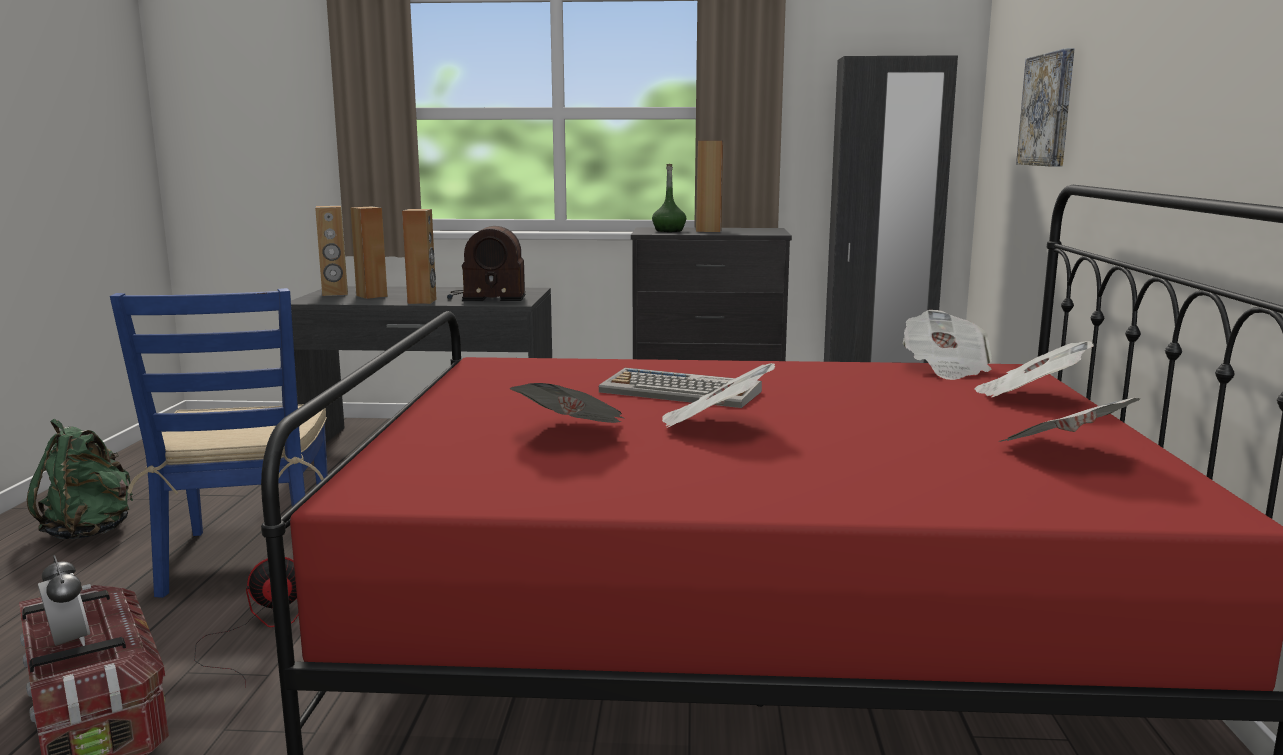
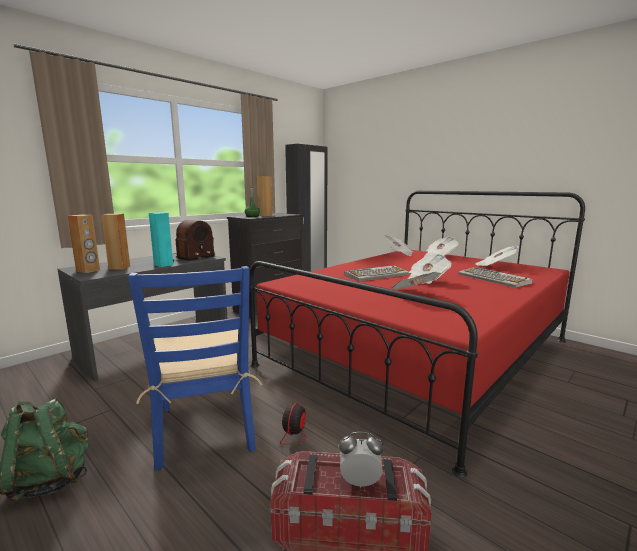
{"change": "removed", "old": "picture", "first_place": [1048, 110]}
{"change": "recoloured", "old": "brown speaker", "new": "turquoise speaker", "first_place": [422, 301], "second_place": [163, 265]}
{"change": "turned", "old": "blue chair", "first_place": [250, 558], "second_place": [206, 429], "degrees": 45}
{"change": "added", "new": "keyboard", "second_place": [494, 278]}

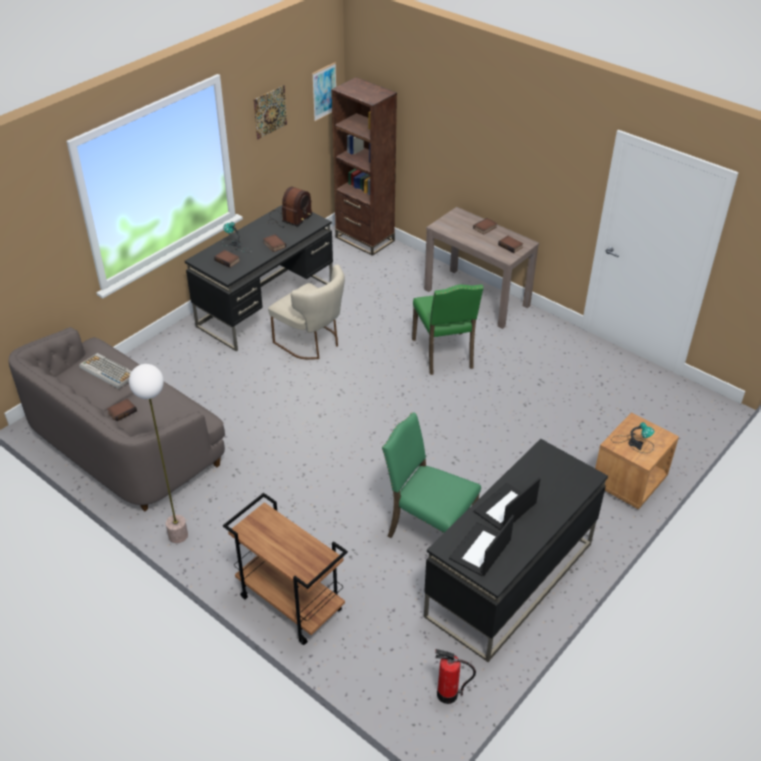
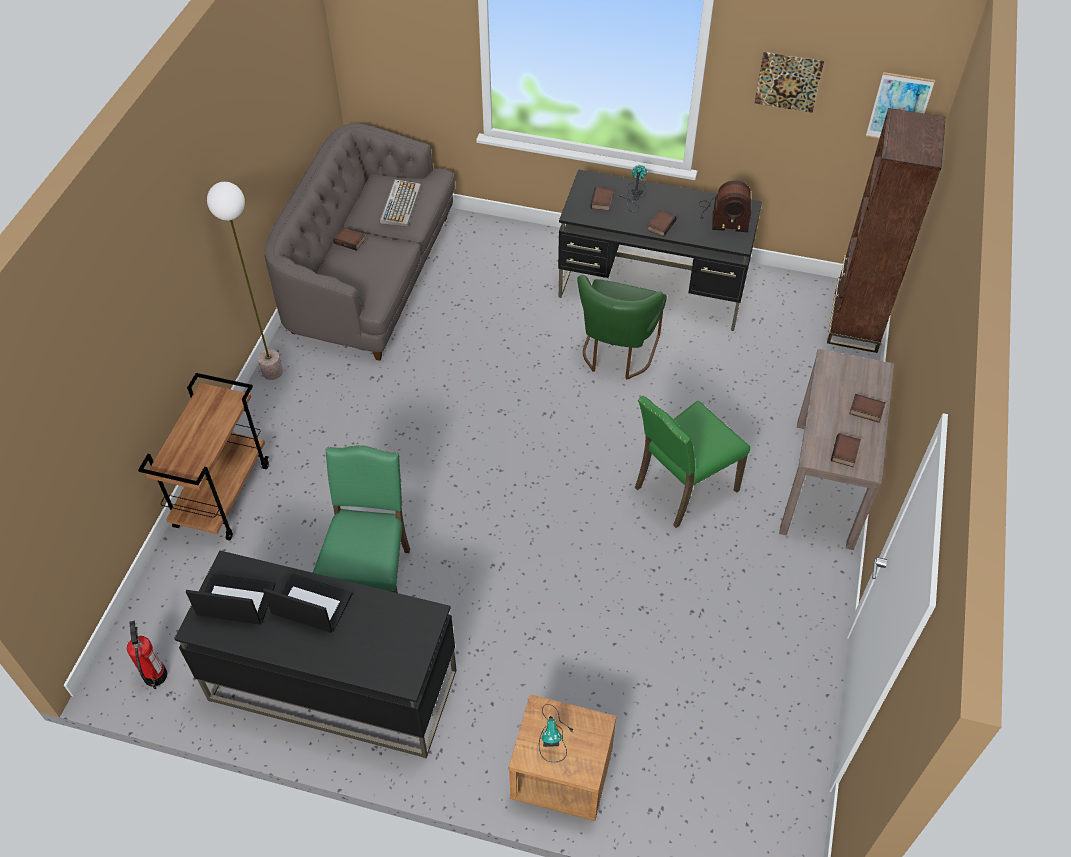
{"change": "recoloured", "old": "beige chair", "new": "green chair", "first_place": [312, 342], "second_place": [617, 354]}

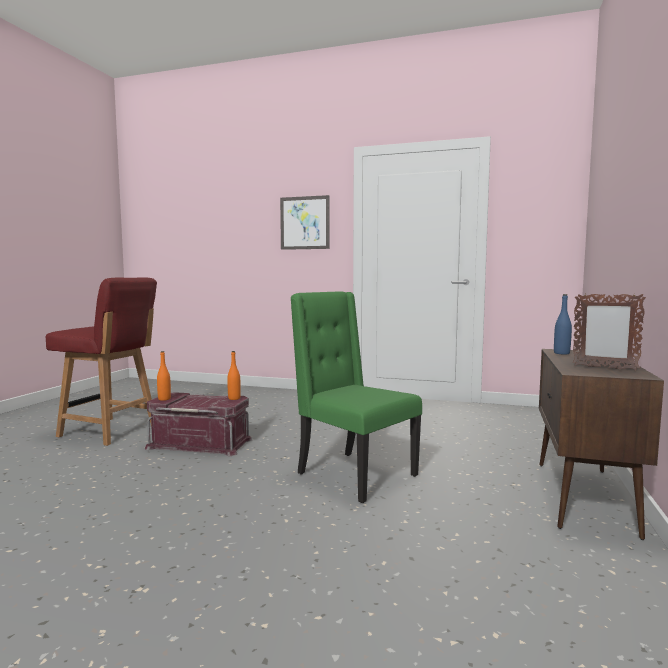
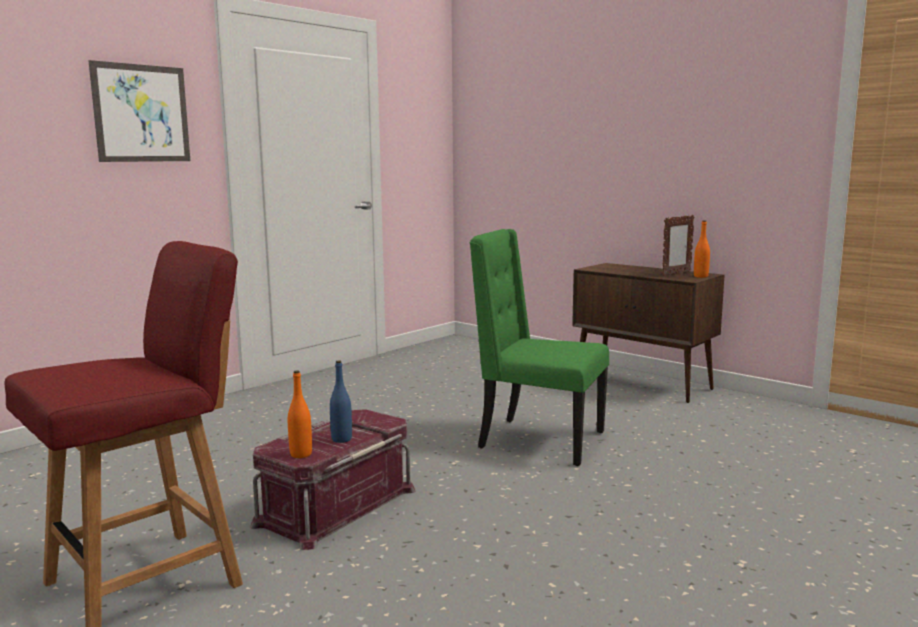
{"change": "turned", "old": "green chair", "first_place": [353, 474], "second_place": [538, 440], "degrees": 45}
{"change": "moved", "old": "blue bottle", "first_place": [561, 353], "second_place": [341, 439]}
{"change": "moved", "old": "orange bottle", "first_place": [234, 398], "second_place": [700, 276]}

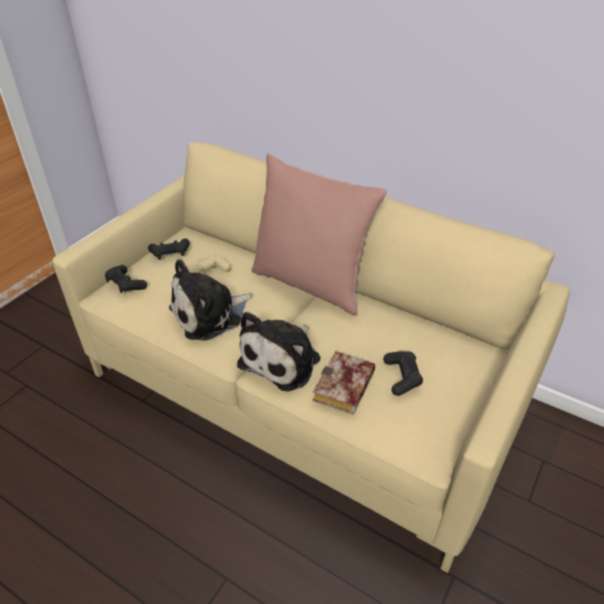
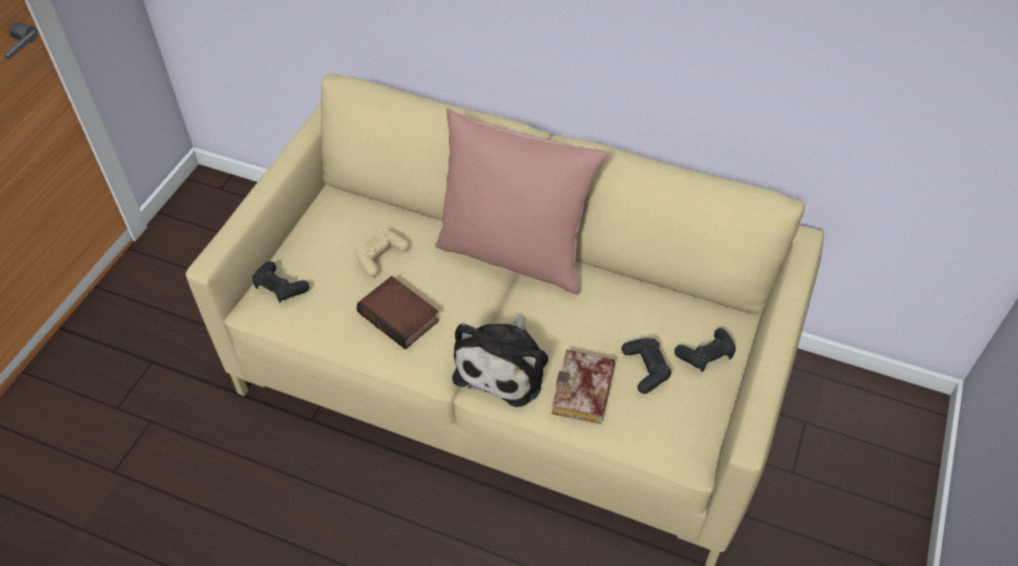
{"change": "moved", "old": "black game controller", "first_place": [170, 253], "second_place": [706, 355]}
{"change": "replaced", "old": "plush toy", "new": "book", "first_place": [210, 314], "second_place": [401, 316]}

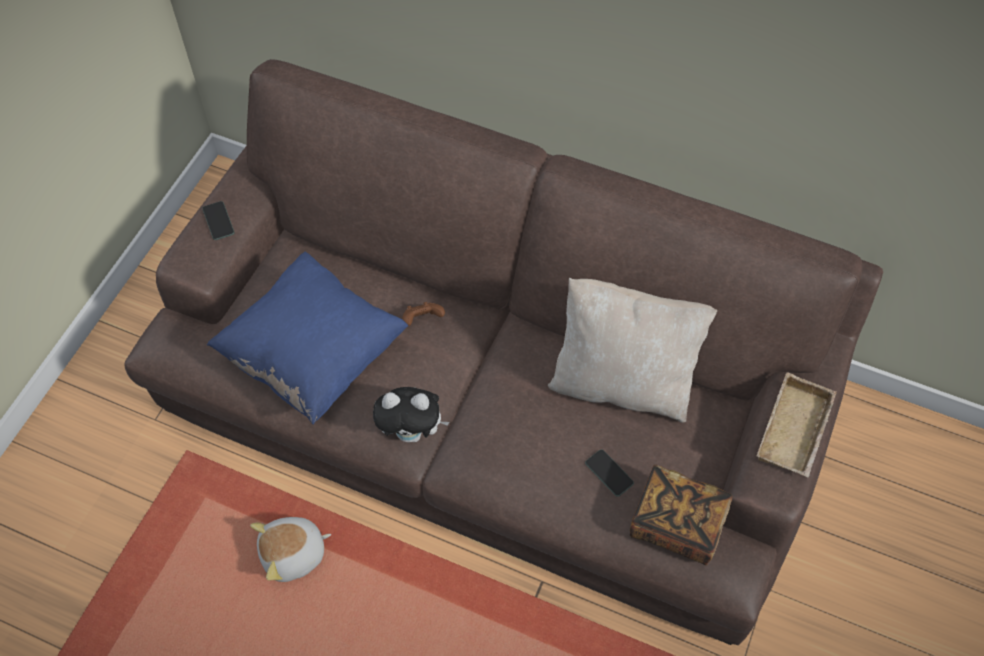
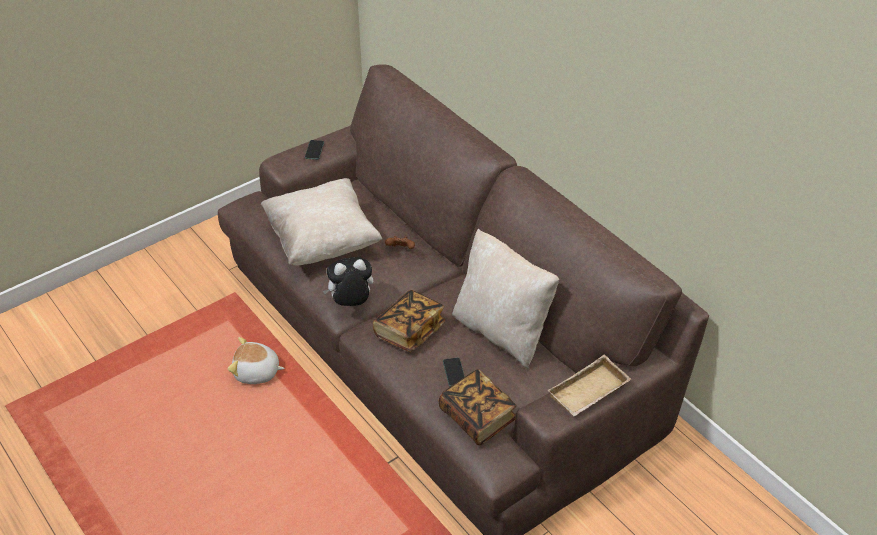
{"change": "recoloured", "old": "blue pillow", "new": "beige pillow", "first_place": [314, 355], "second_place": [322, 241]}
{"change": "turned", "old": "plush toy", "first_place": [412, 432], "second_place": [351, 303], "degrees": 135}
{"change": "added", "new": "book", "second_place": [409, 331]}

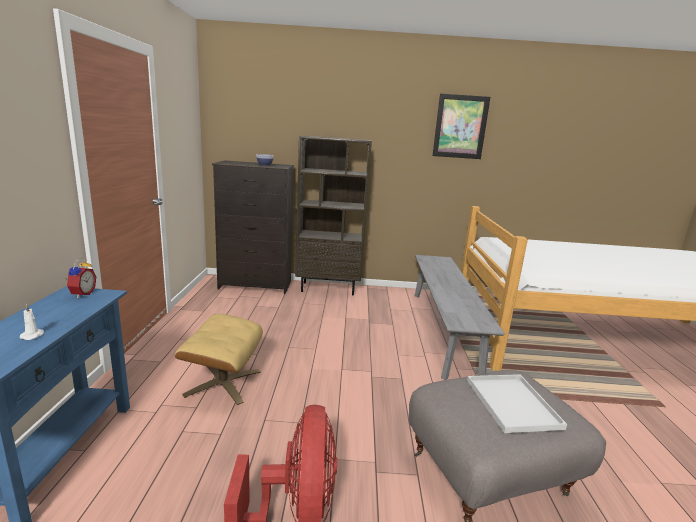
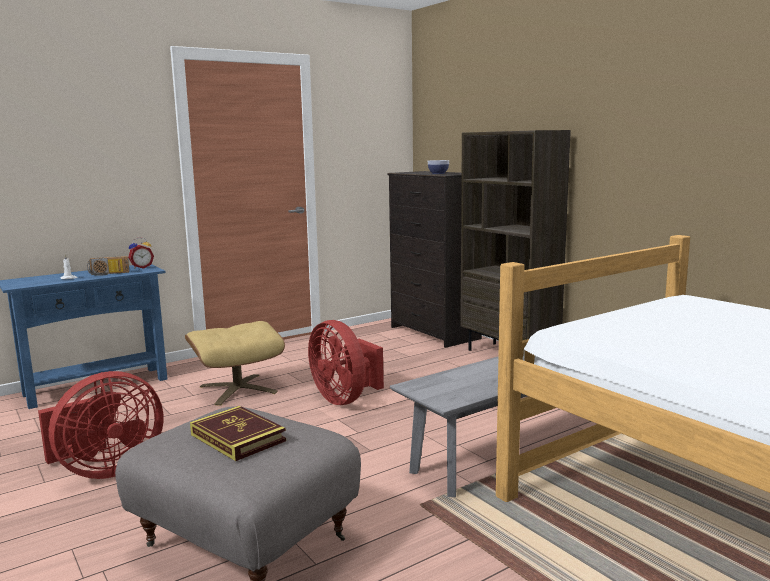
{"change": "removed", "old": "picture", "first_place": [460, 127]}
{"change": "replaced", "old": "white tray", "new": "book", "first_place": [510, 402], "second_place": [238, 438]}
{"change": "added", "new": "radio", "second_place": [108, 274]}
{"change": "added", "new": "red fan", "second_place": [344, 399]}

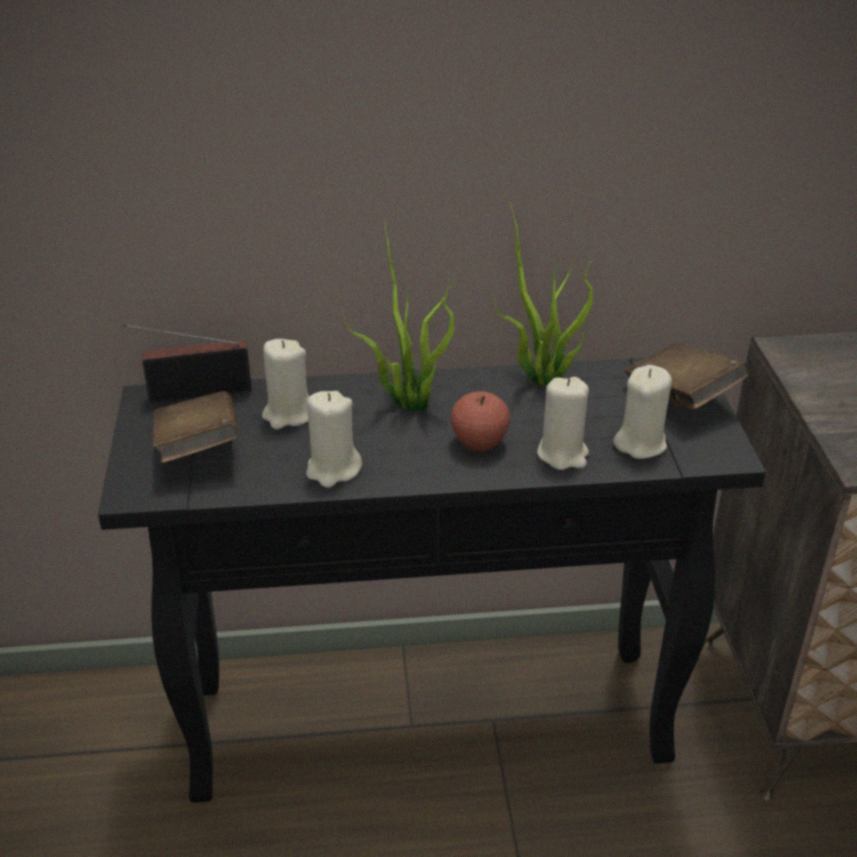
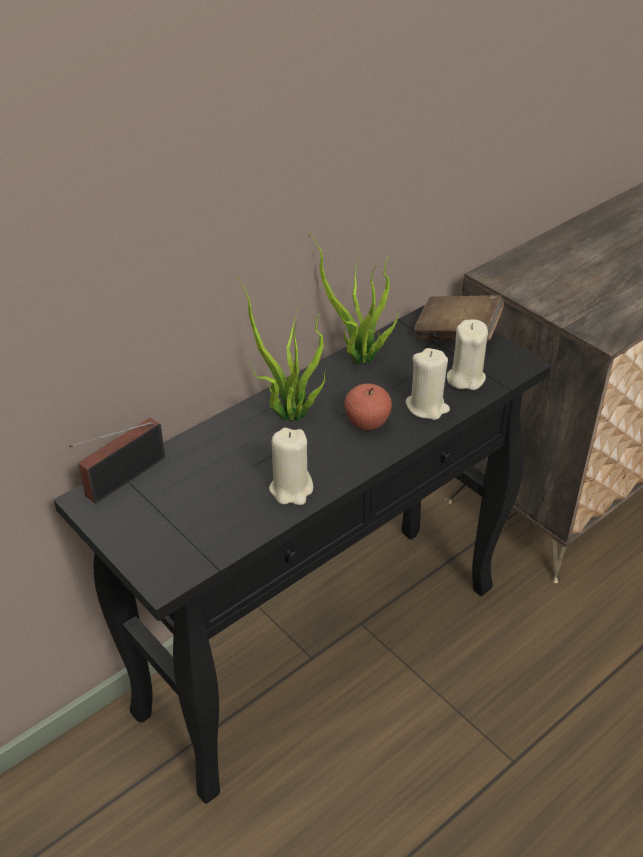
{"change": "removed", "old": "beige candle", "first_place": [288, 414]}
{"change": "removed", "old": "brown book", "first_place": [198, 449]}

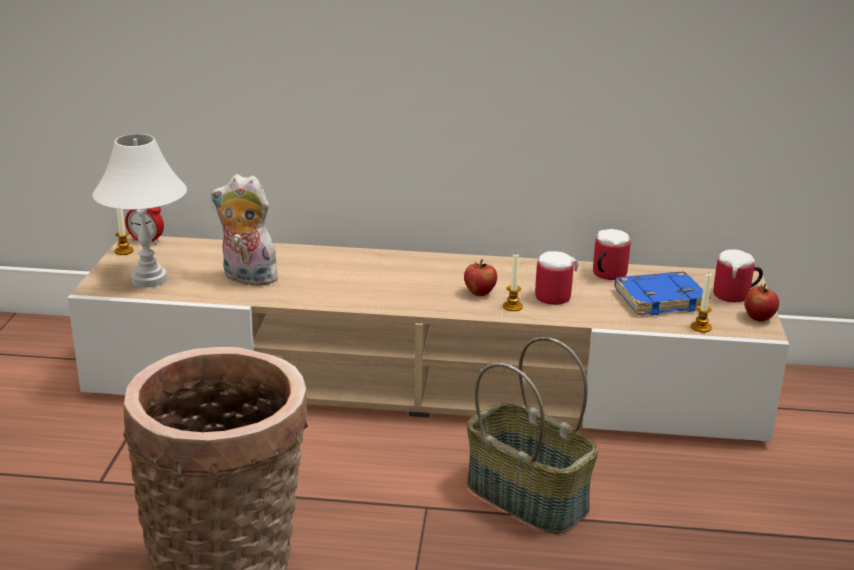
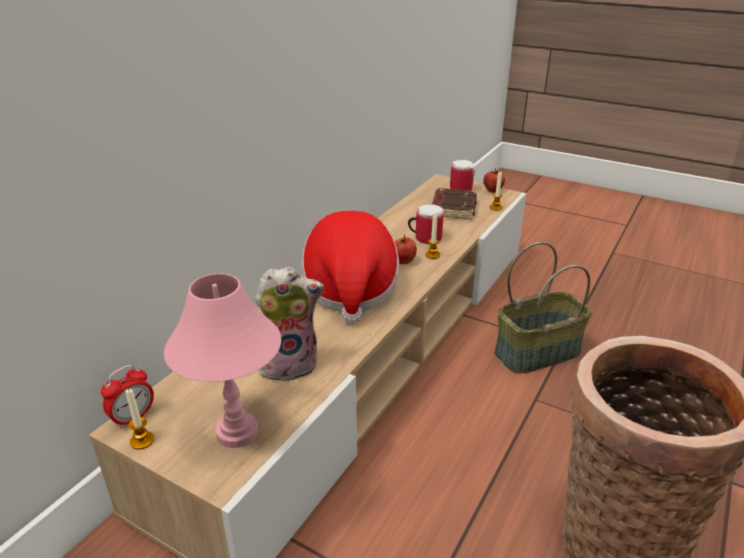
{"change": "recoloured", "old": "white table lamp", "new": "pink table lamp", "first_place": [149, 279], "second_place": [236, 432]}
{"change": "turned", "old": "plush toy", "first_place": [247, 278], "second_place": [290, 364], "degrees": -150}
{"change": "removed", "old": "mug", "first_place": [605, 275]}
{"change": "recoloured", "old": "blue book", "new": "brown book", "first_place": [660, 299], "second_place": [452, 208]}
{"change": "added", "new": "hat", "second_place": [350, 290]}

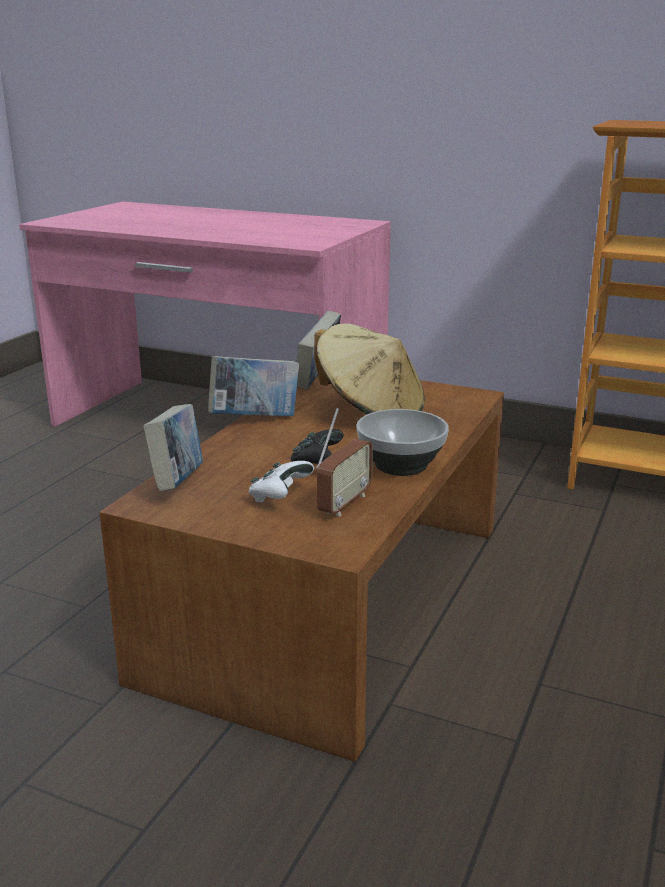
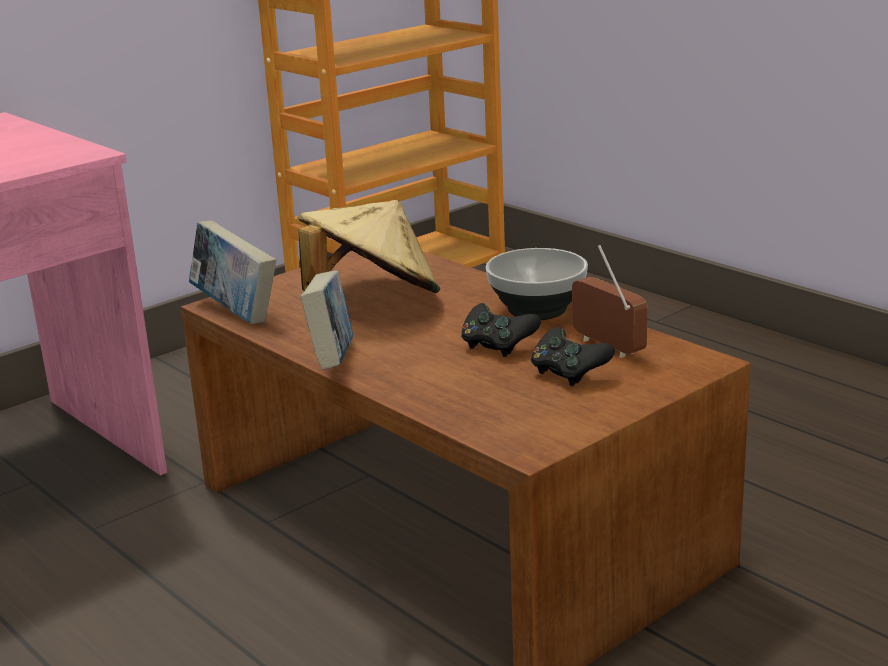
{"change": "removed", "old": "book", "first_place": [178, 482]}
{"change": "recoloured", "old": "white game controller", "new": "black game controller", "first_place": [280, 497], "second_place": [568, 373]}

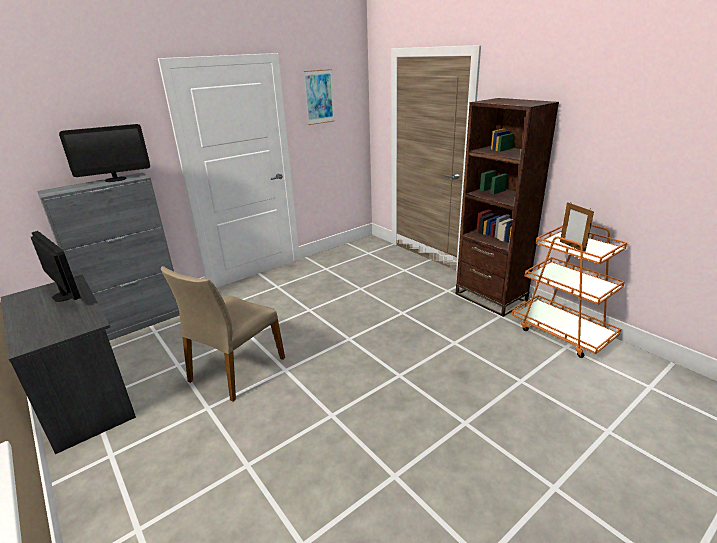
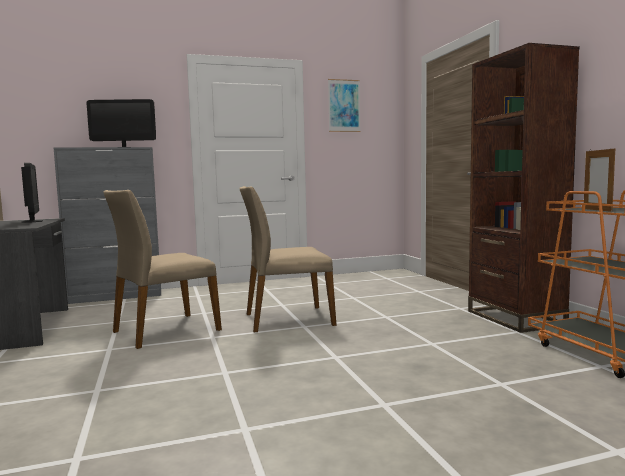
{"change": "added", "new": "beige chair", "second_place": [287, 319]}

